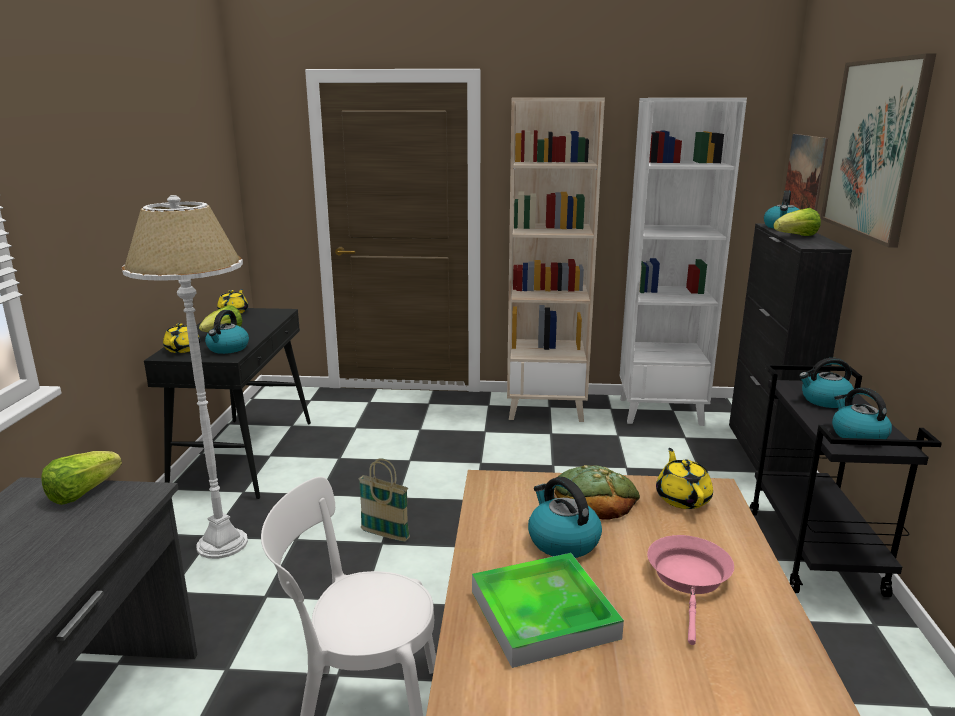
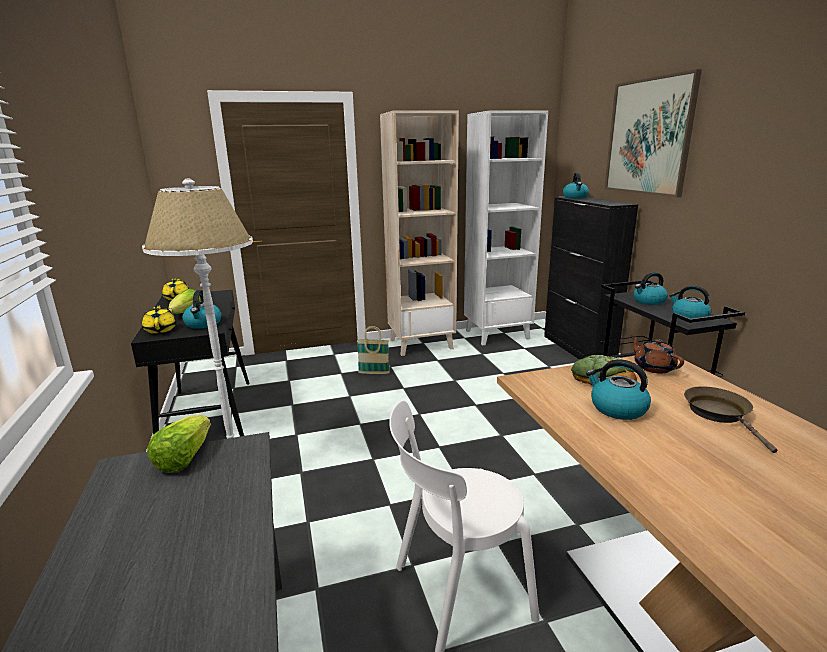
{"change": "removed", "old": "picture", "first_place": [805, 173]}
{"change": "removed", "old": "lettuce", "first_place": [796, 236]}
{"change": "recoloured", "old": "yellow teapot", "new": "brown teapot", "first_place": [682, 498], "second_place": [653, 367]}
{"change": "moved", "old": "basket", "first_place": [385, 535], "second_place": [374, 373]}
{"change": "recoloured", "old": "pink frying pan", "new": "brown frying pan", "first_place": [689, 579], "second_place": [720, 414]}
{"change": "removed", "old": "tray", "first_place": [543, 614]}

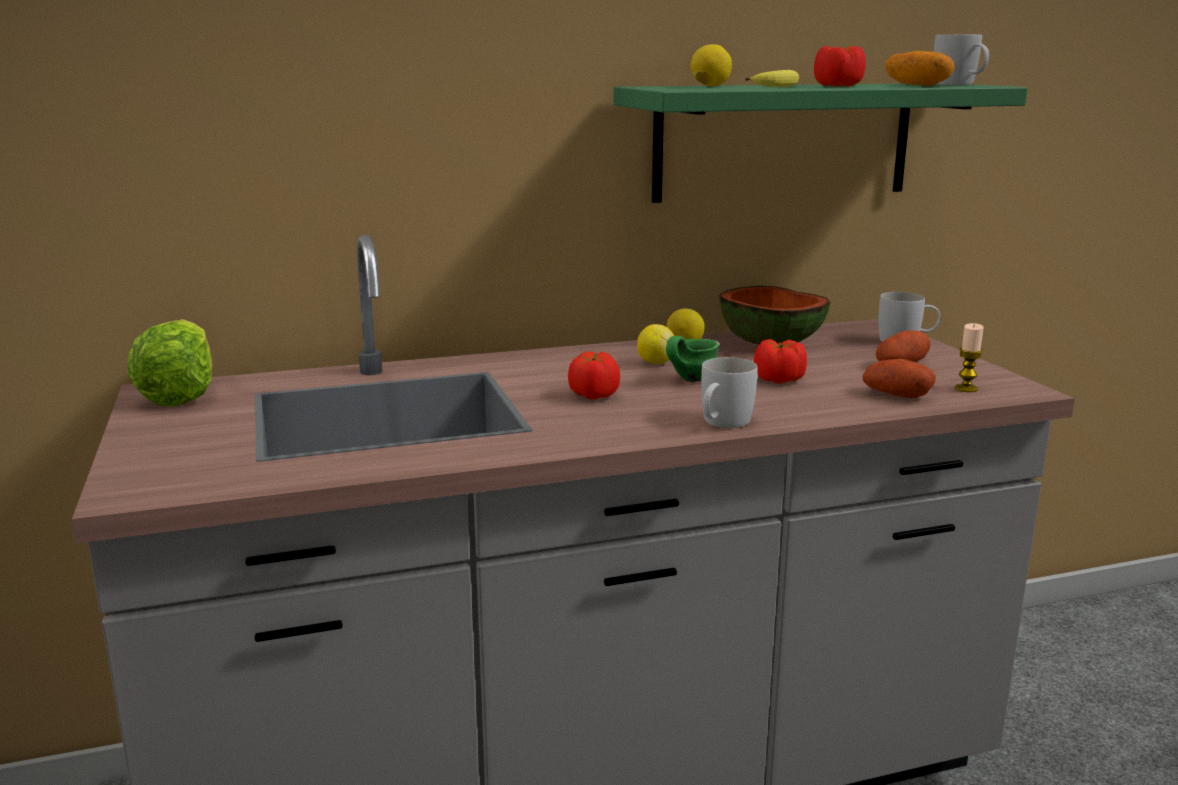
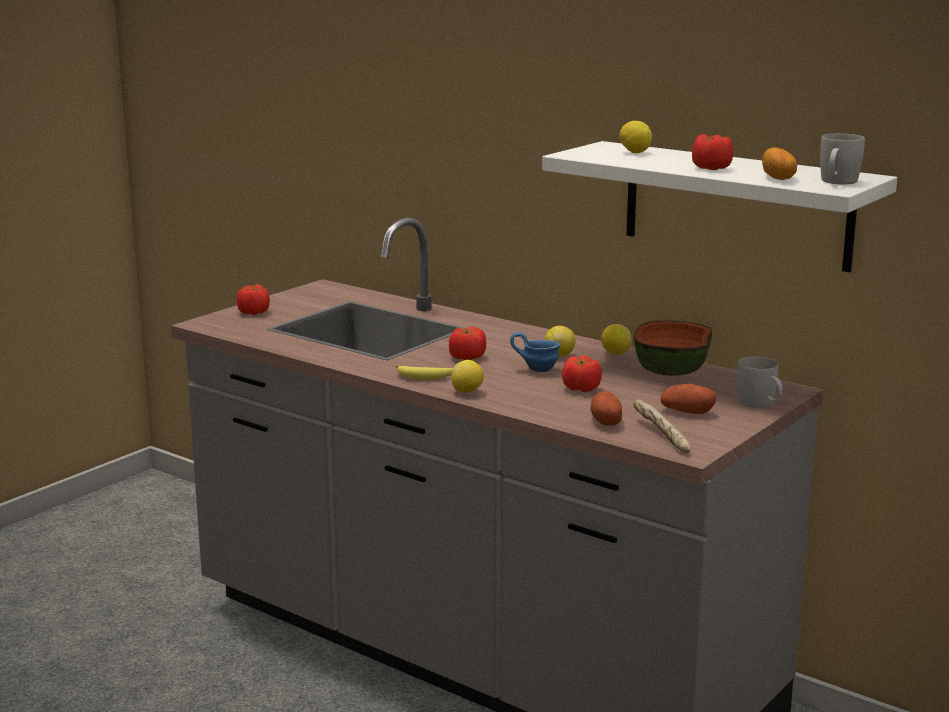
{"change": "moved", "old": "banana", "first_place": [778, 86], "second_place": [426, 377]}
{"change": "recoloured", "old": "green shelf", "new": "white shelf", "first_place": [783, 141], "second_place": [736, 205]}
{"change": "removed", "old": "lettuce", "first_place": [180, 393]}
{"change": "replaced", "old": "candle", "new": "bread", "first_place": [966, 388], "second_place": [660, 436]}
{"change": "recoloured", "old": "green mug", "new": "blue mug", "first_place": [687, 380], "second_place": [537, 369]}
{"change": "replaced", "old": "white mug", "new": "lemon", "first_place": [722, 423], "second_place": [467, 392]}
{"change": "added", "new": "tomato", "second_place": [254, 312]}

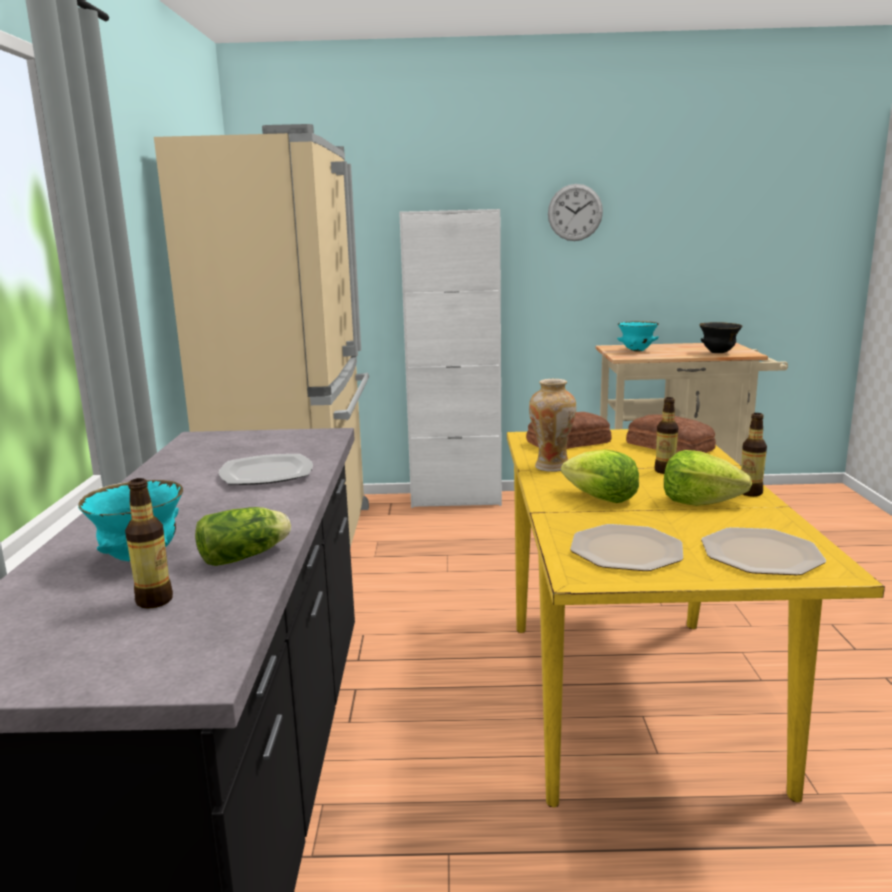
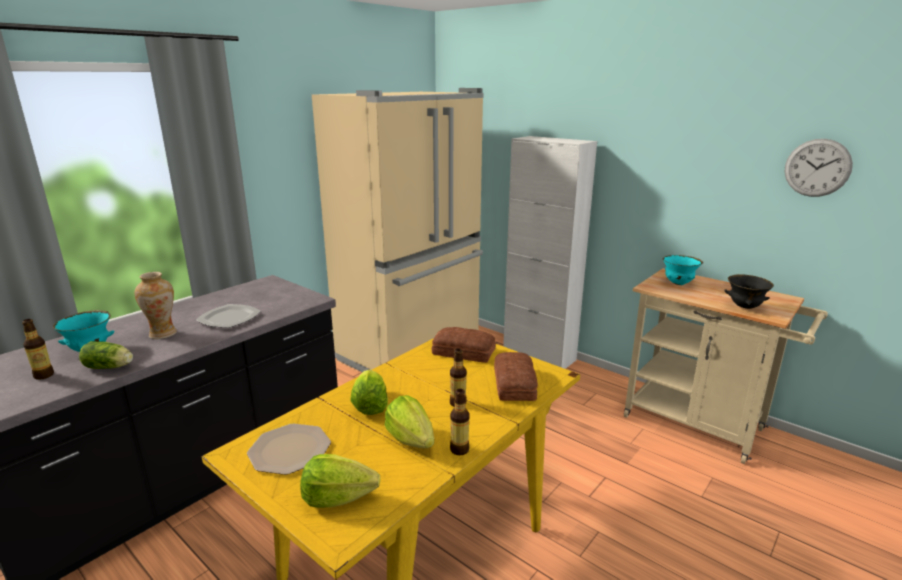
{"change": "moved", "old": "wall clock", "first_place": [575, 212], "second_place": [817, 168]}
{"change": "moved", "old": "vase", "first_place": [552, 466], "second_place": [163, 334]}
{"change": "replaced", "old": "plate", "new": "lettuce", "first_place": [759, 554], "second_place": [337, 498]}

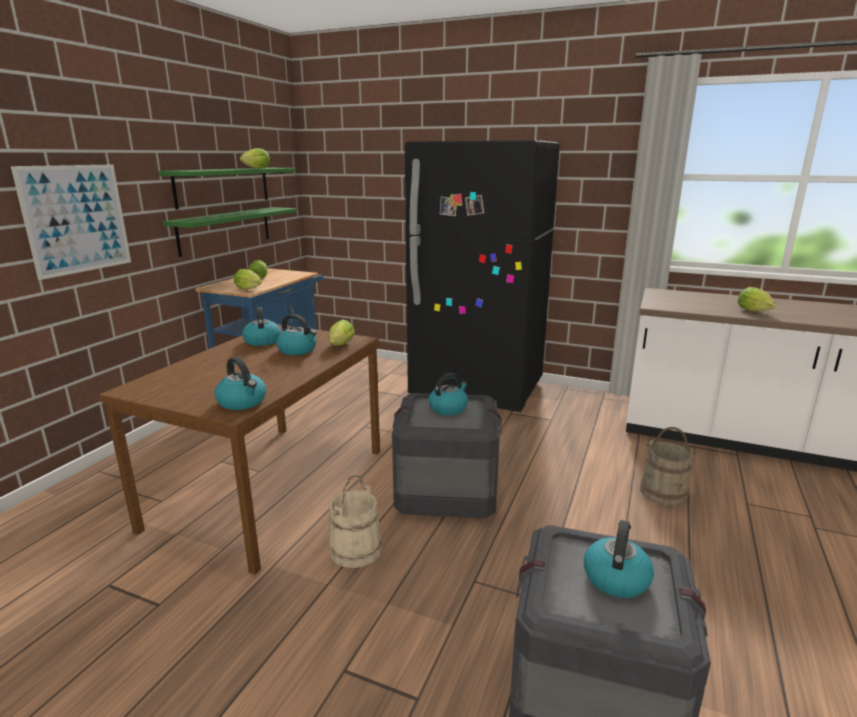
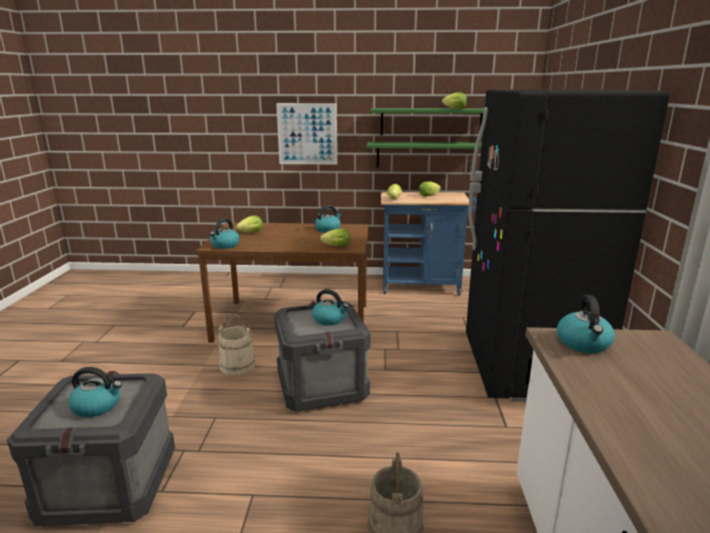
{"change": "moved", "old": "lettuce", "first_place": [755, 312], "second_place": [249, 233]}
{"change": "moved", "old": "kettle", "first_place": [298, 350], "second_place": [584, 343]}

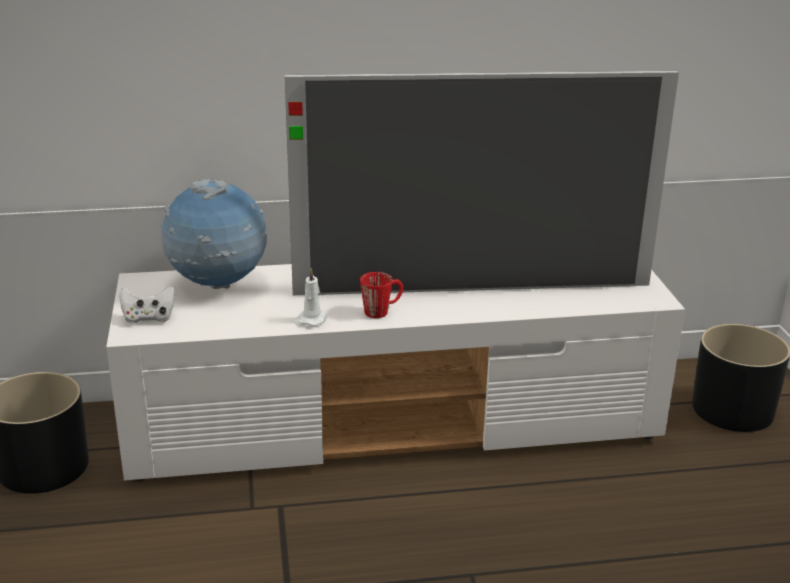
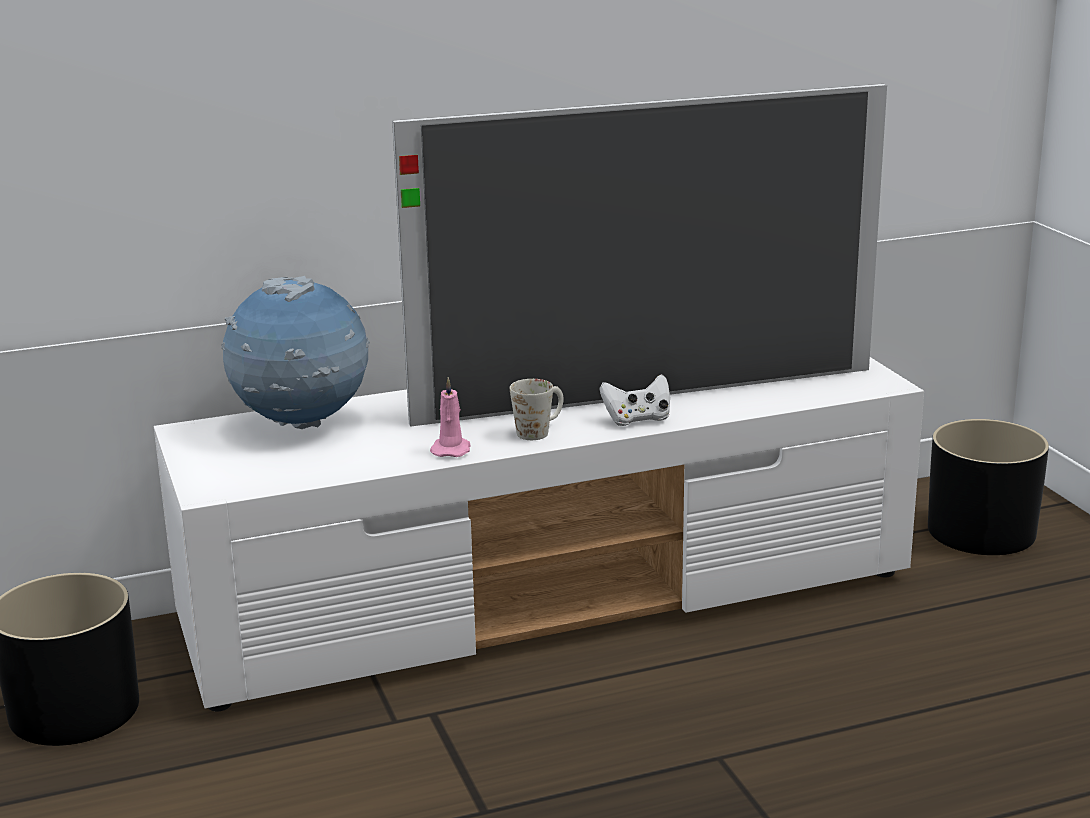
{"change": "recoloured", "old": "white candle", "new": "pink candle", "first_place": [313, 319], "second_place": [451, 449]}
{"change": "recoloured", "old": "red mug", "new": "white mug", "first_place": [382, 310], "second_place": [540, 431]}
{"change": "moved", "old": "white game controller", "first_place": [148, 318], "second_place": [637, 419]}

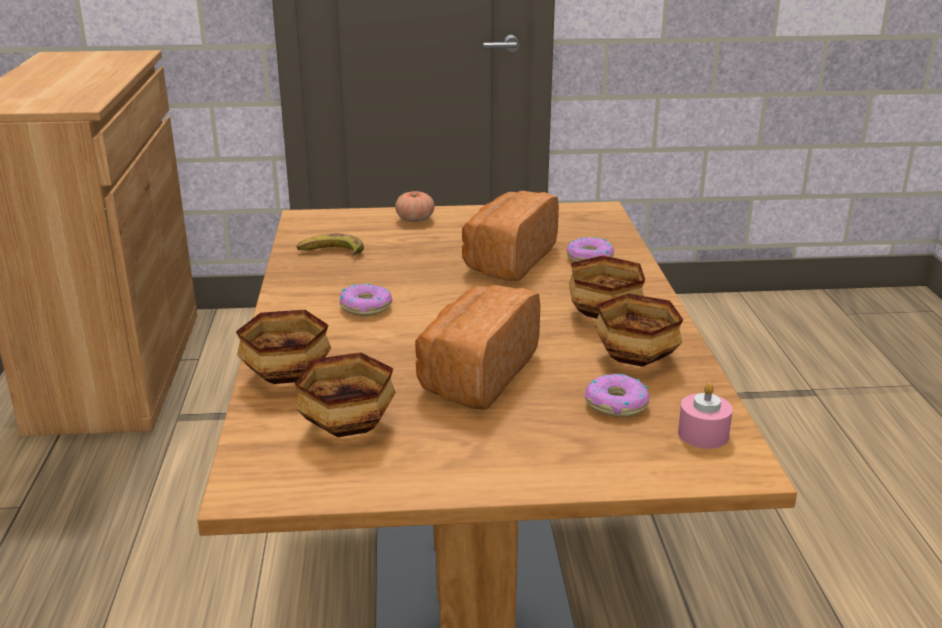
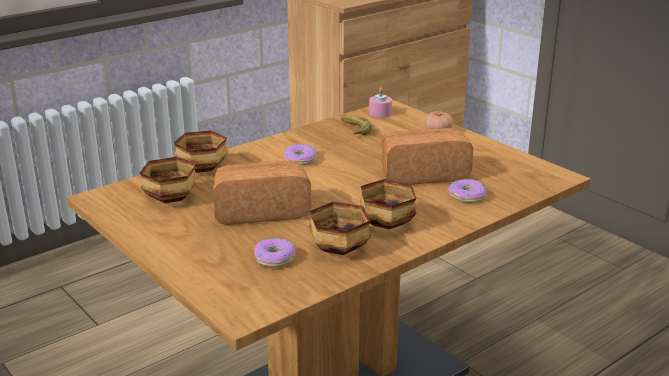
{"change": "moved", "old": "pink candle", "first_place": [703, 434], "second_place": [380, 113]}

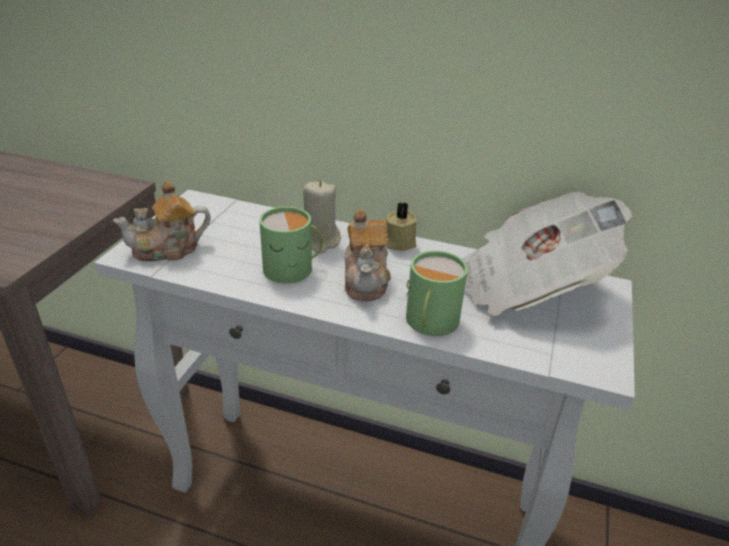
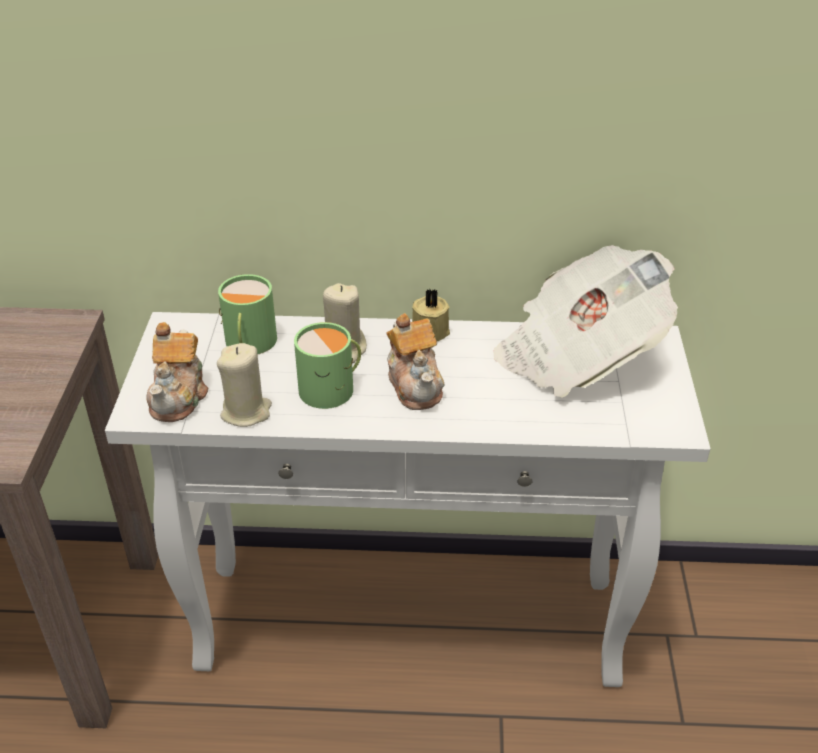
{"change": "turned", "old": "teapot", "first_place": [168, 249], "second_place": [179, 396], "degrees": -45}
{"change": "moved", "old": "green mug", "first_place": [429, 322], "second_place": [249, 343]}
{"change": "added", "new": "beige candle", "second_place": [246, 412]}

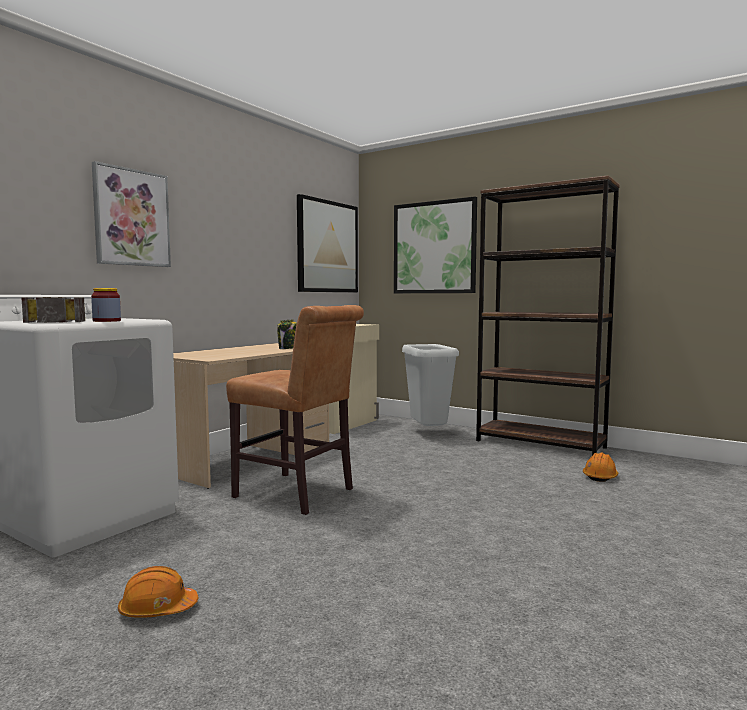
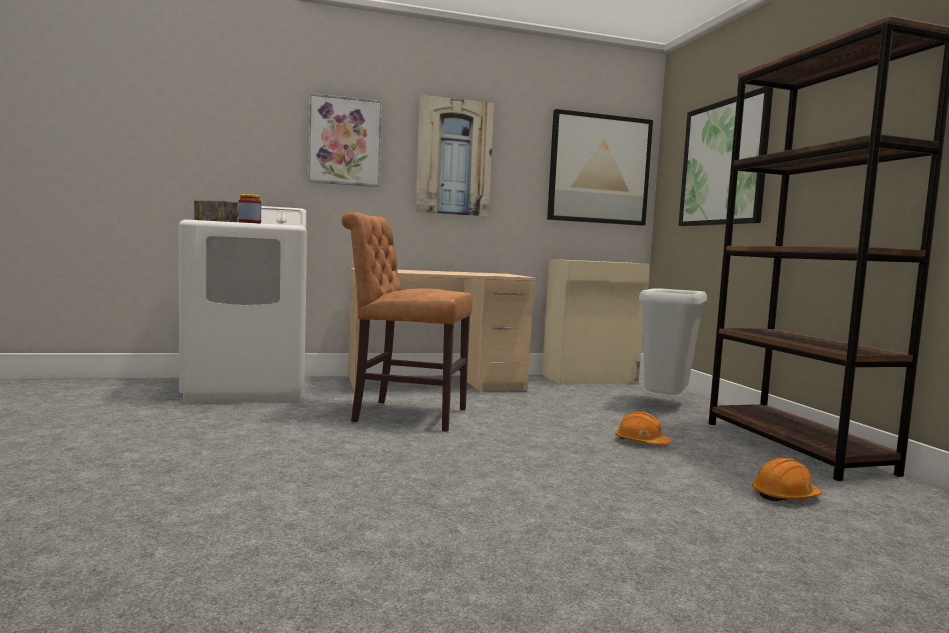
{"change": "turned", "old": "brown chair", "first_place": [298, 495], "second_place": [404, 415], "degrees": 120}
{"change": "removed", "old": "jar", "first_place": [289, 348]}
{"change": "moved", "old": "orange hard hat", "first_place": [157, 609], "second_place": [641, 442]}
{"change": "added", "new": "picture", "second_place": [454, 157]}

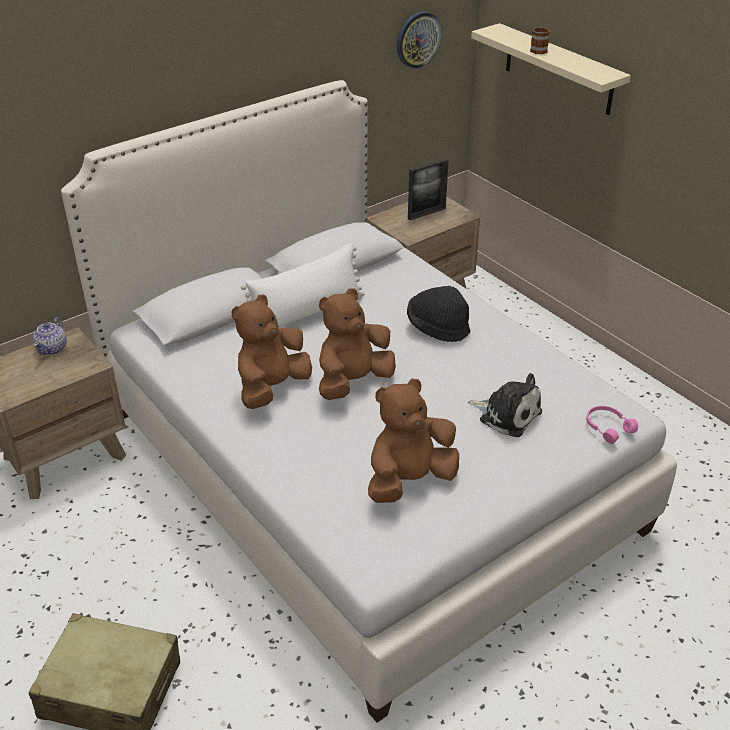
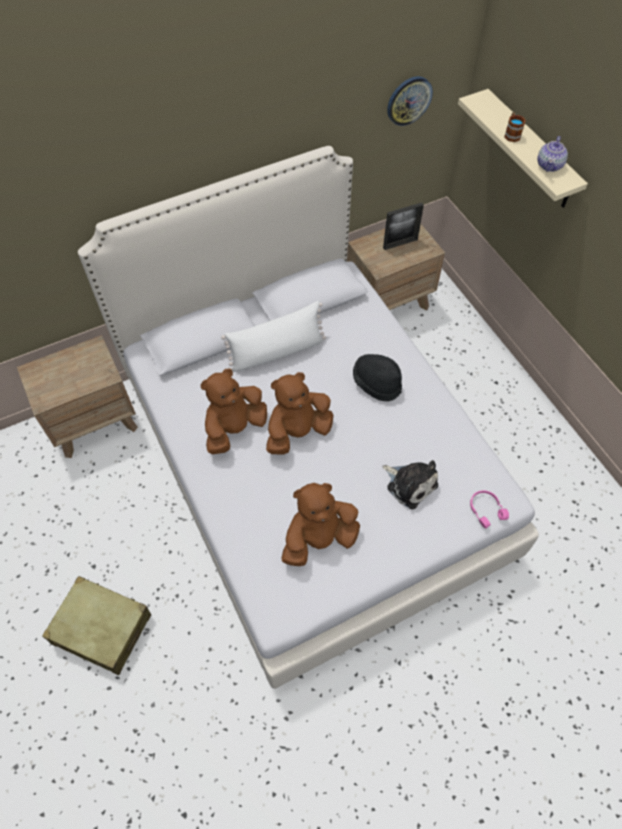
{"change": "moved", "old": "teapot", "first_place": [52, 348], "second_place": [549, 165]}

